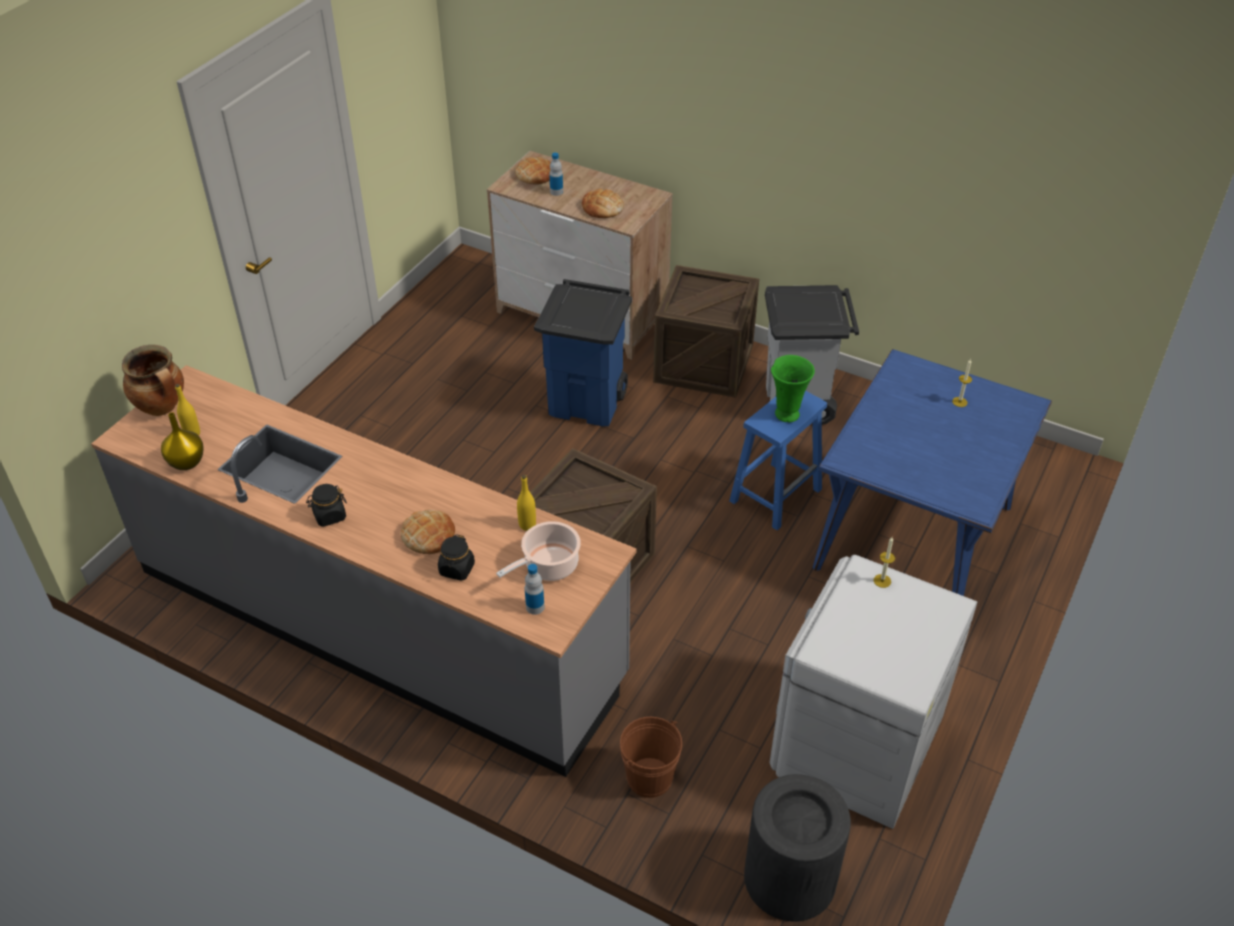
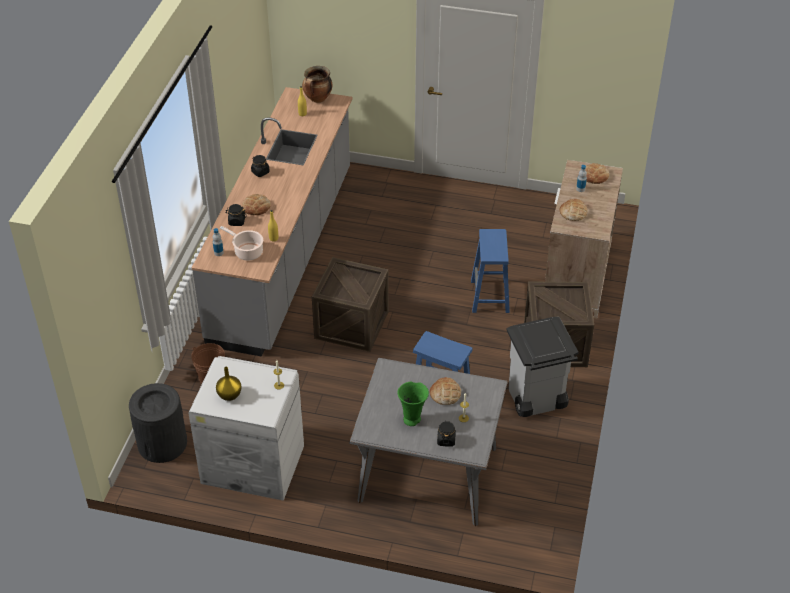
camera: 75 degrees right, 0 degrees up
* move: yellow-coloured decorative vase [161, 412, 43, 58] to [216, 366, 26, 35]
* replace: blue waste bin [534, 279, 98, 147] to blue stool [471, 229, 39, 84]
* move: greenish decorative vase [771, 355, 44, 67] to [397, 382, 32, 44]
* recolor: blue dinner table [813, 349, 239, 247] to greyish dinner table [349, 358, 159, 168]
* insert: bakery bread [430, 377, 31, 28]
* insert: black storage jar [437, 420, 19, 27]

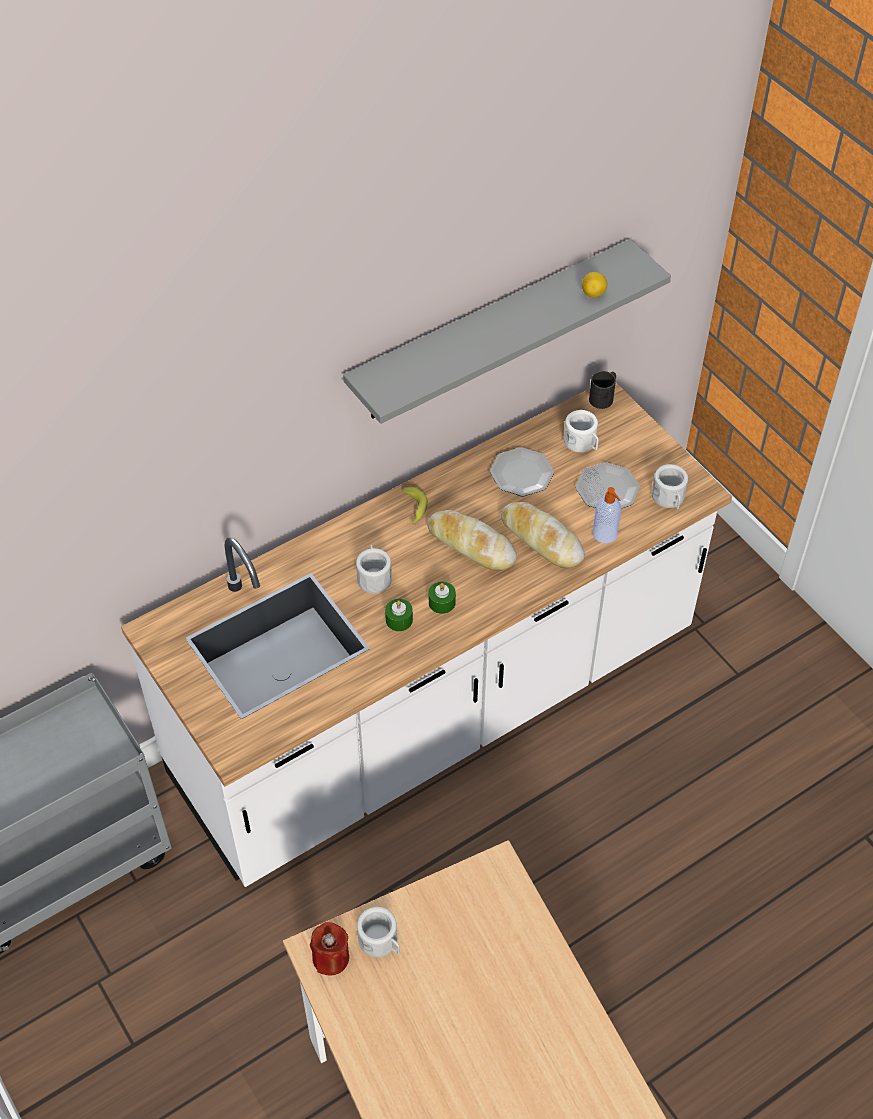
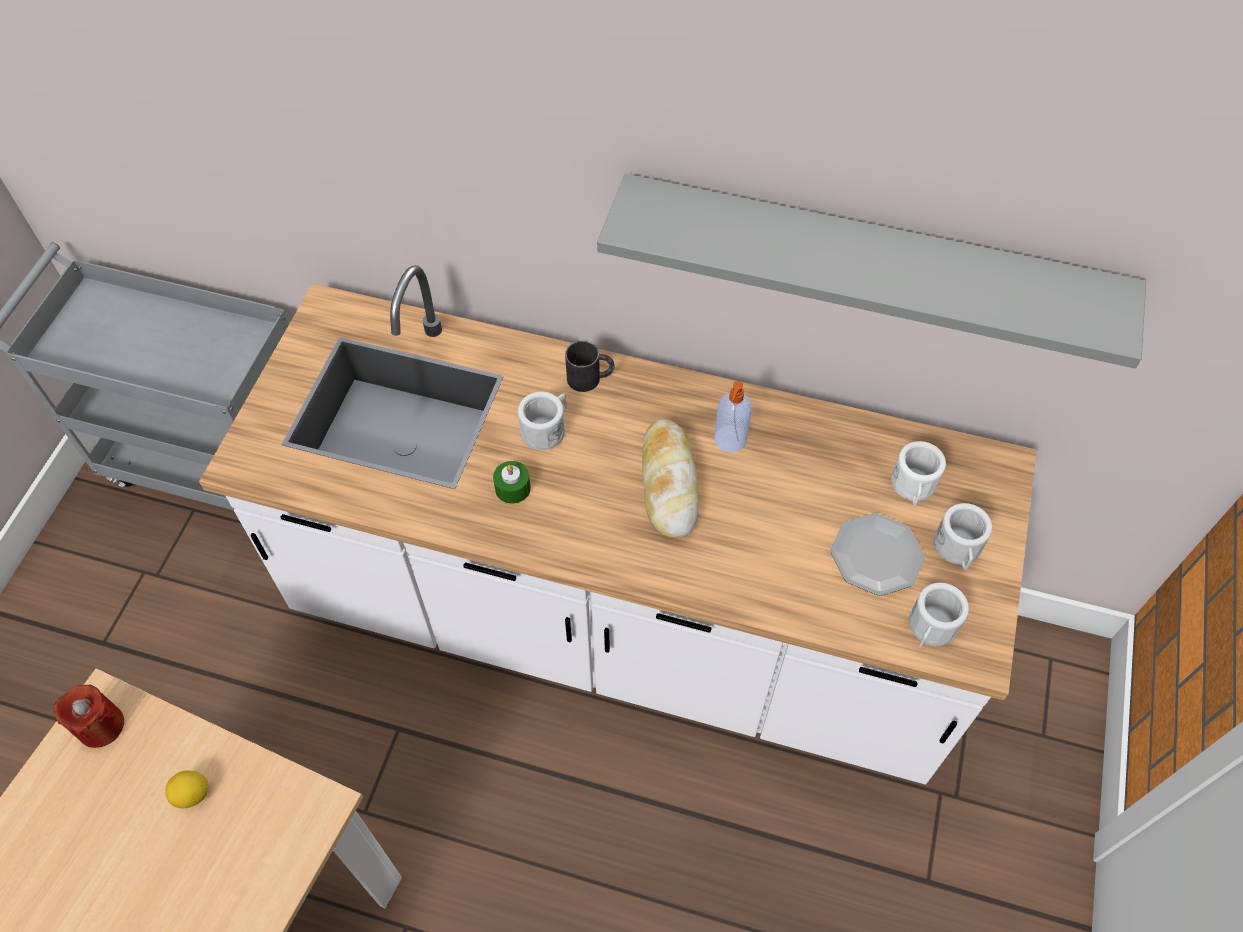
camera: 50 degrees right, 5 degrees up
* move: white tea mug [357, 907, 43, 50] to [934, 503, 58, 68]
* delete: banana [403, 487, 25, 38]
* delete: greenish candle [429, 582, 27, 32]
* delete: flat dish [490, 447, 64, 49]
* delete: bakery bread [501, 502, 84, 66]
* move: citrus fruit [582, 272, 25, 26] to [165, 770, 43, 38]
* move: black tea mug [589, 371, 27, 38] to [565, 341, 49, 51]
* move: soap bottle [593, 487, 28, 56] to [714, 381, 38, 72]

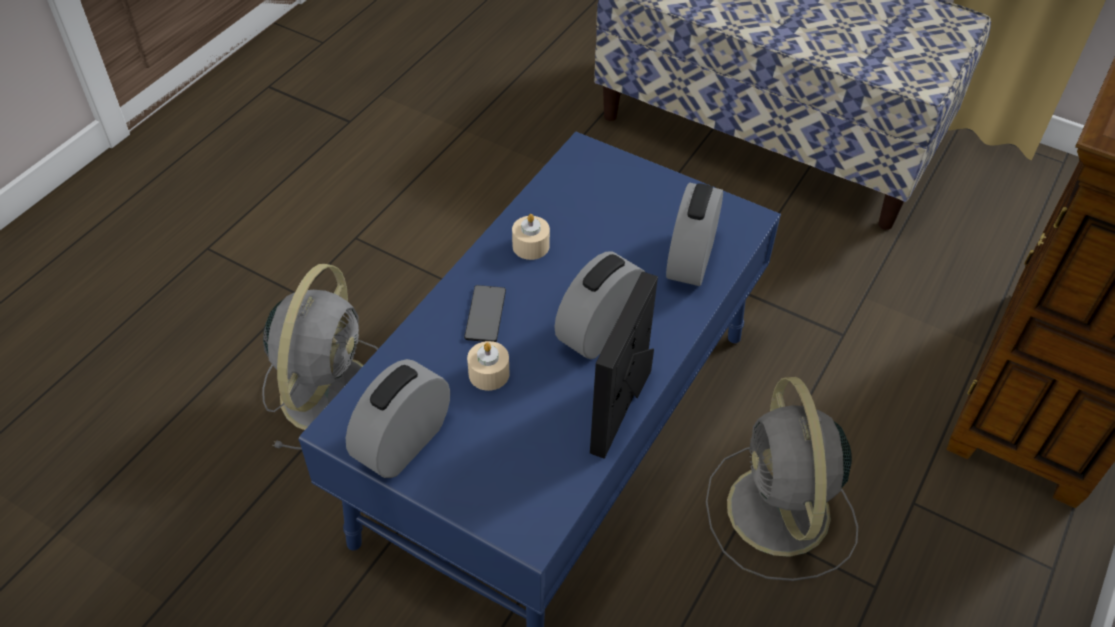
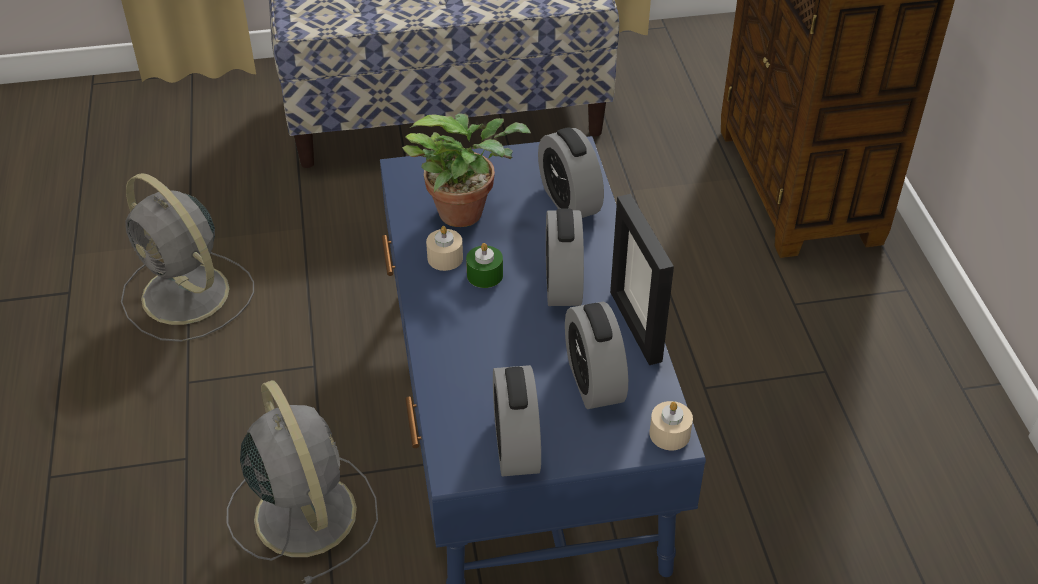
camera: 40 degrees left, 5 degrees down
* delete: telephone [464, 285, 42, 57]
* move: beige-coloured candle [467, 341, 43, 50] to [649, 401, 44, 49]
* move: greyish cooling fan [706, 377, 152, 204] to [121, 173, 133, 169]
* insert: plant in a pot [402, 113, 129, 114]
* insert: greenish candle [466, 243, 37, 45]
* insert: alarm clock [565, 302, 63, 107]

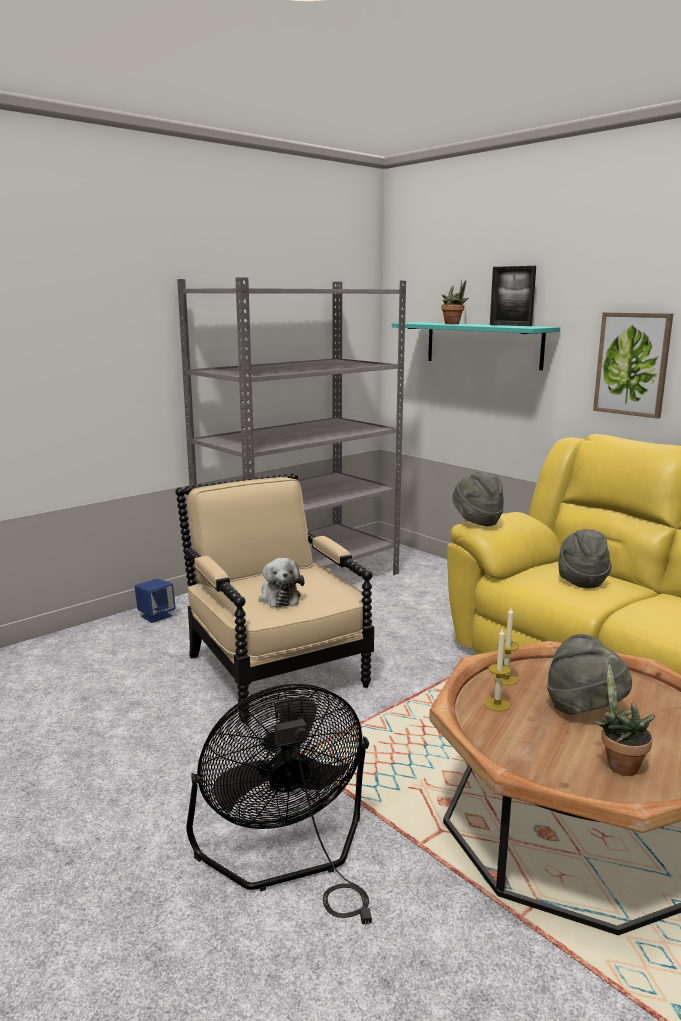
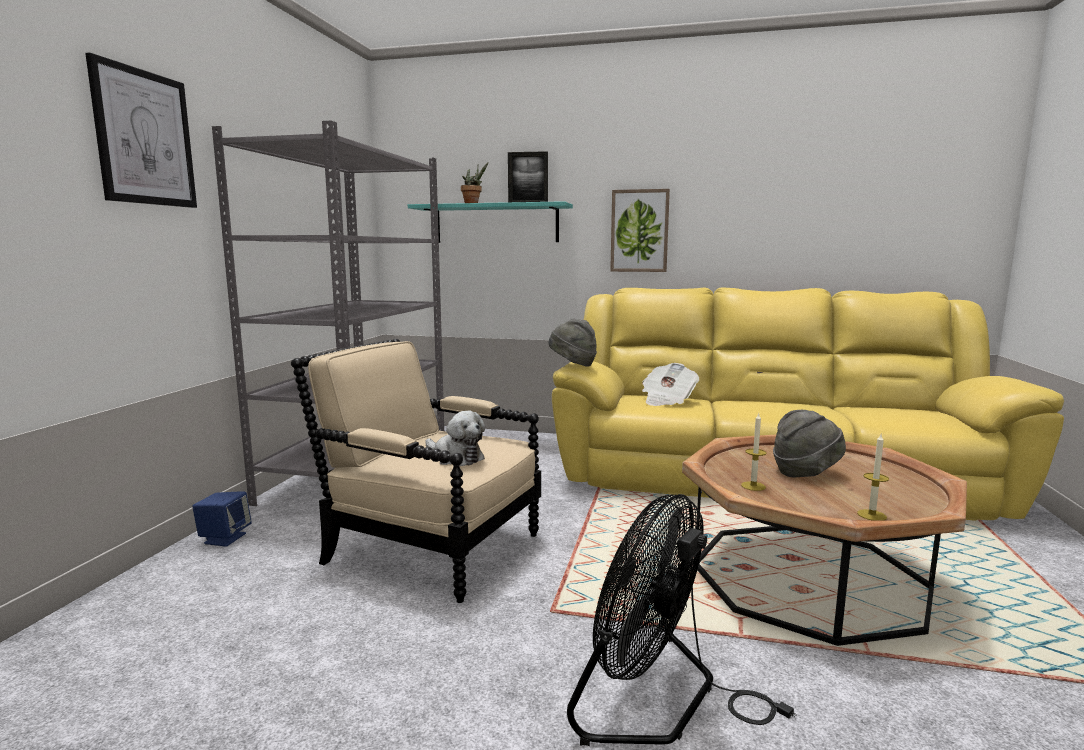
camera: 35 degrees left, 5 degrees down
* move: candle [494, 608, 25, 77] to [857, 434, 32, 87]
* replace: greyish clothing hat [558, 529, 54, 60] to daily paper [642, 363, 58, 43]
* delete: plant in a pot [594, 664, 61, 112]
* insert: picture [85, 52, 112, 156]

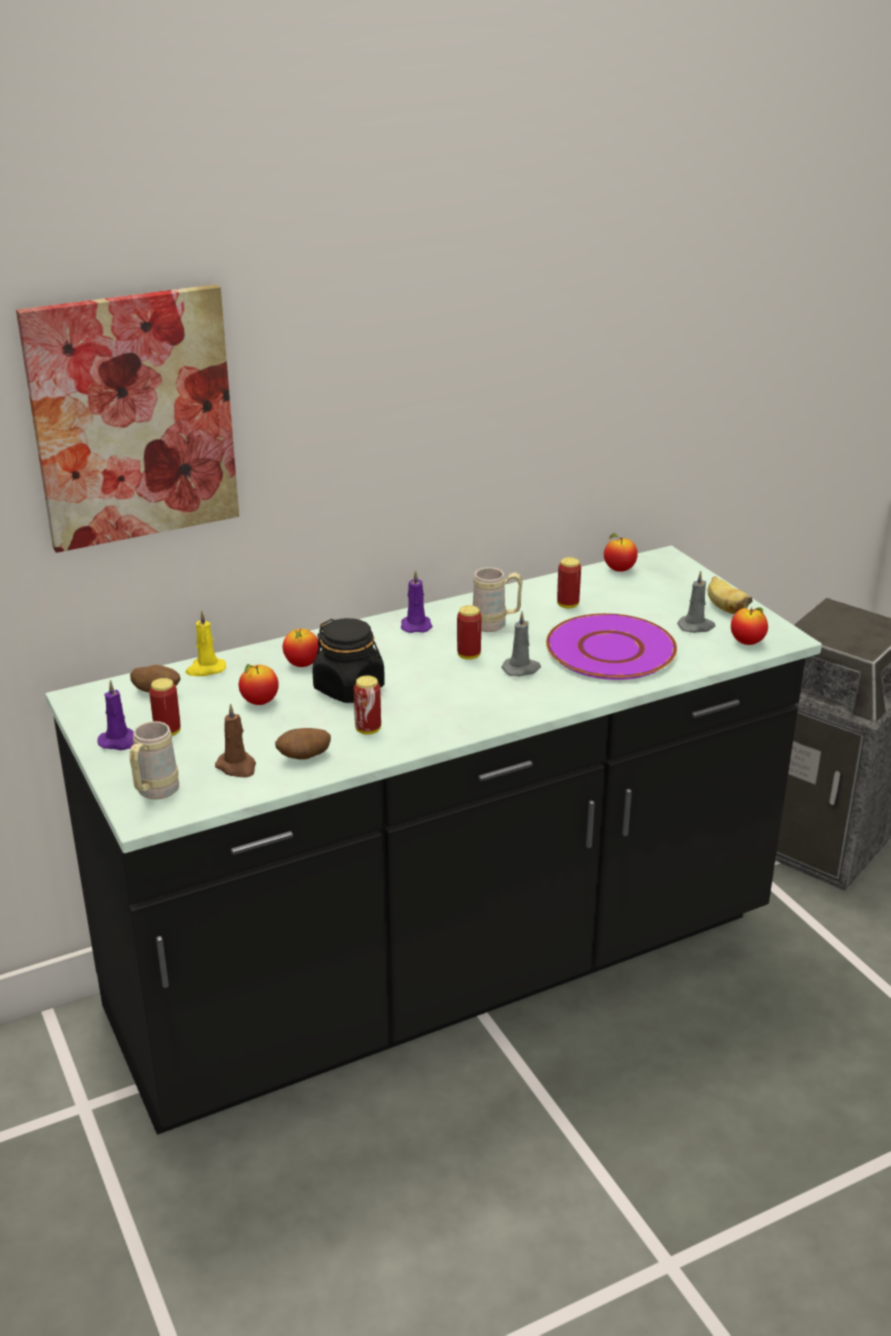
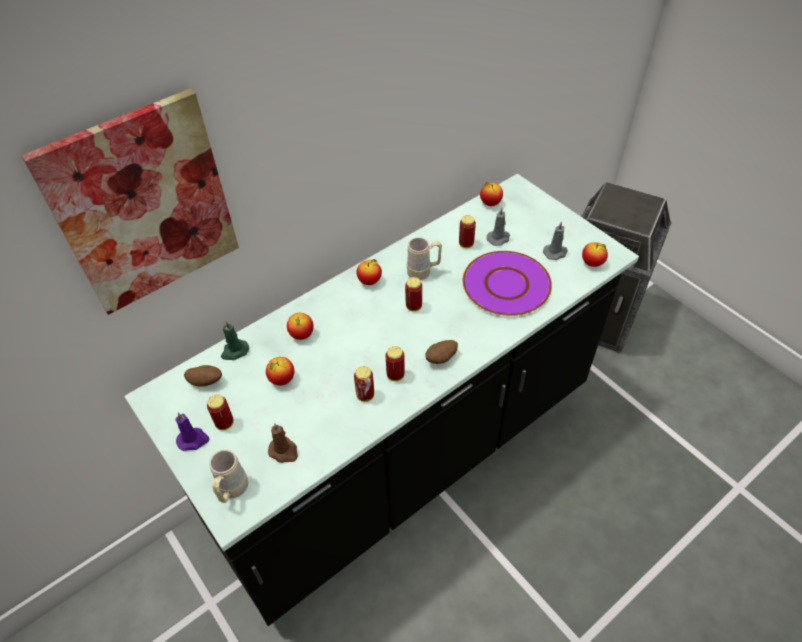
camera: 10 degrees left, 20 degrees up
* recolor: yellow-coloured candle [185, 610, 41, 66] to greenish candle [221, 321, 28, 39]
* move: spud [275, 728, 56, 32] to [425, 340, 33, 24]
* delete: black storage jar [312, 618, 73, 85]
* replace: purple-coloured candle [401, 570, 31, 63] to apple fruit [357, 259, 25, 26]
* move: greyish candle [501, 611, 40, 65] to [487, 208, 23, 38]
* delete: banana [708, 576, 45, 38]
* insert: can [385, 346, 20, 35]

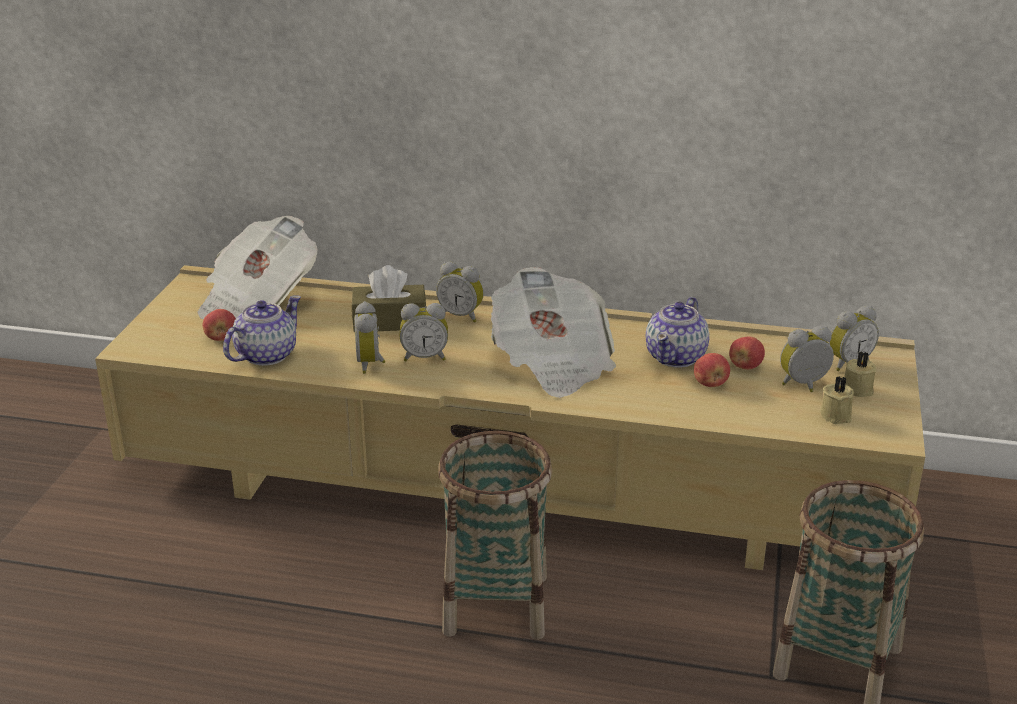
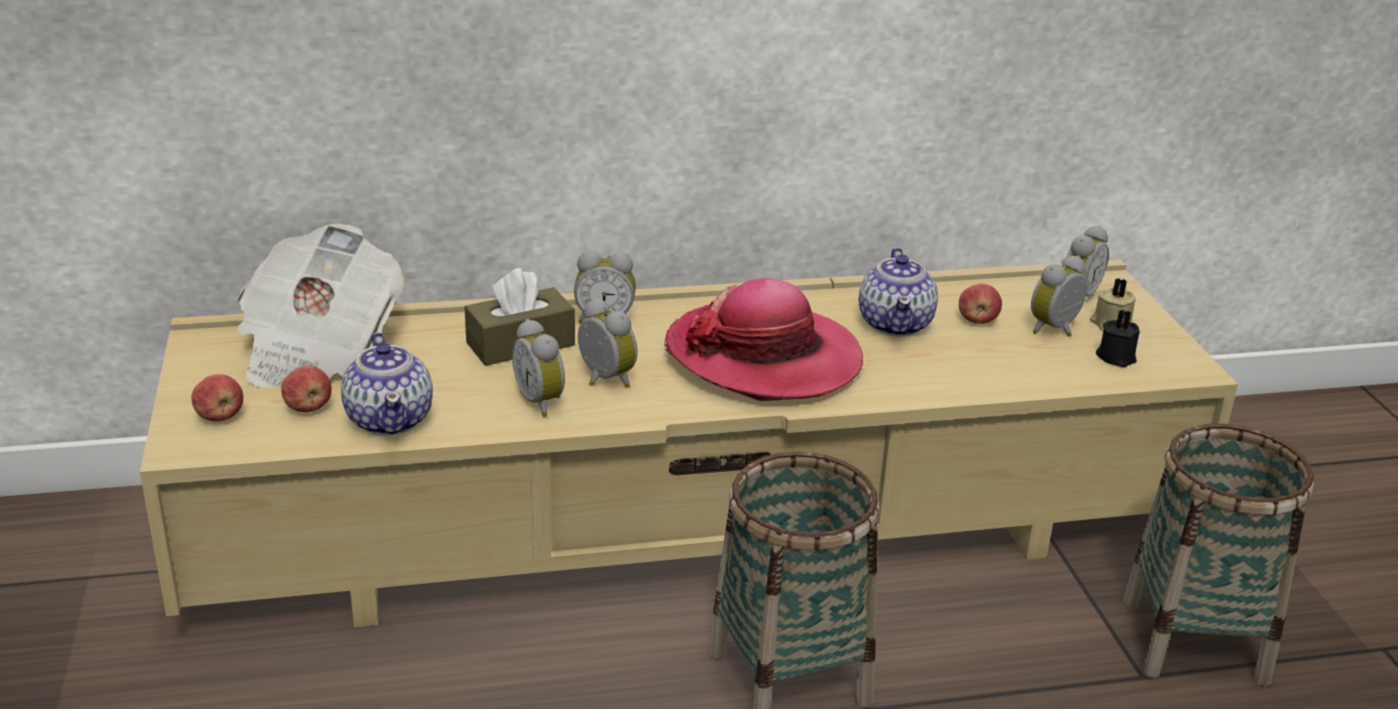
camera: 25 degrees left, 0 degrees up
* rotate: pot for tea [223, 295, 78, 71] = [341, 333, 92, 102] 150 degrees clockwise
* rotate: alarm clock [399, 303, 49, 59] = [578, 298, 60, 90] 105 degrees counterclockwise
* replace: daily paper [491, 267, 125, 131] to clothing hat [664, 278, 199, 123]
* move: apple fruit [694, 353, 36, 34] to [191, 374, 52, 48]
* recolor: beige-coloured candle [820, 376, 34, 48] to black candle [1096, 309, 44, 58]

